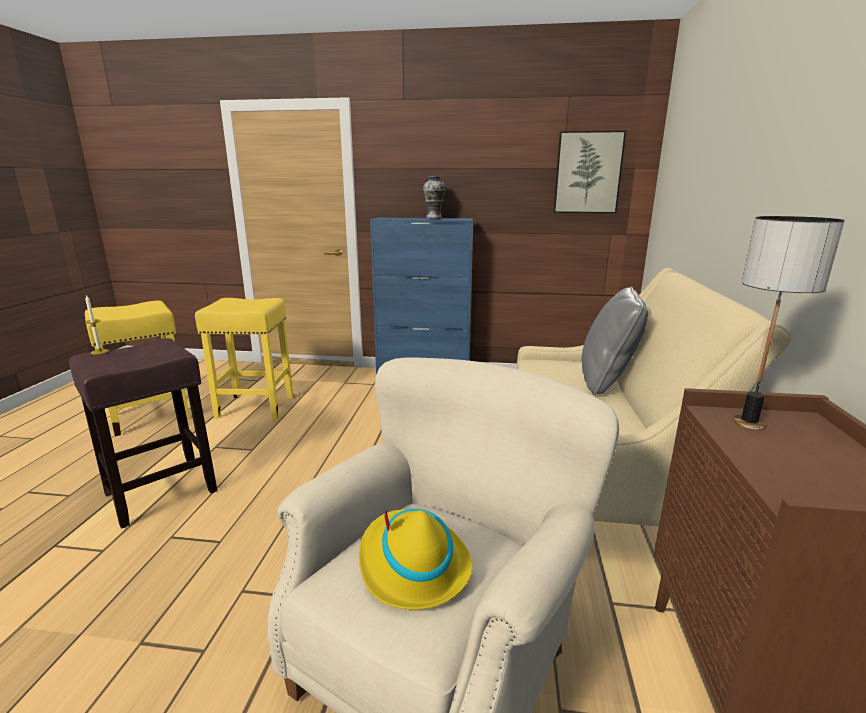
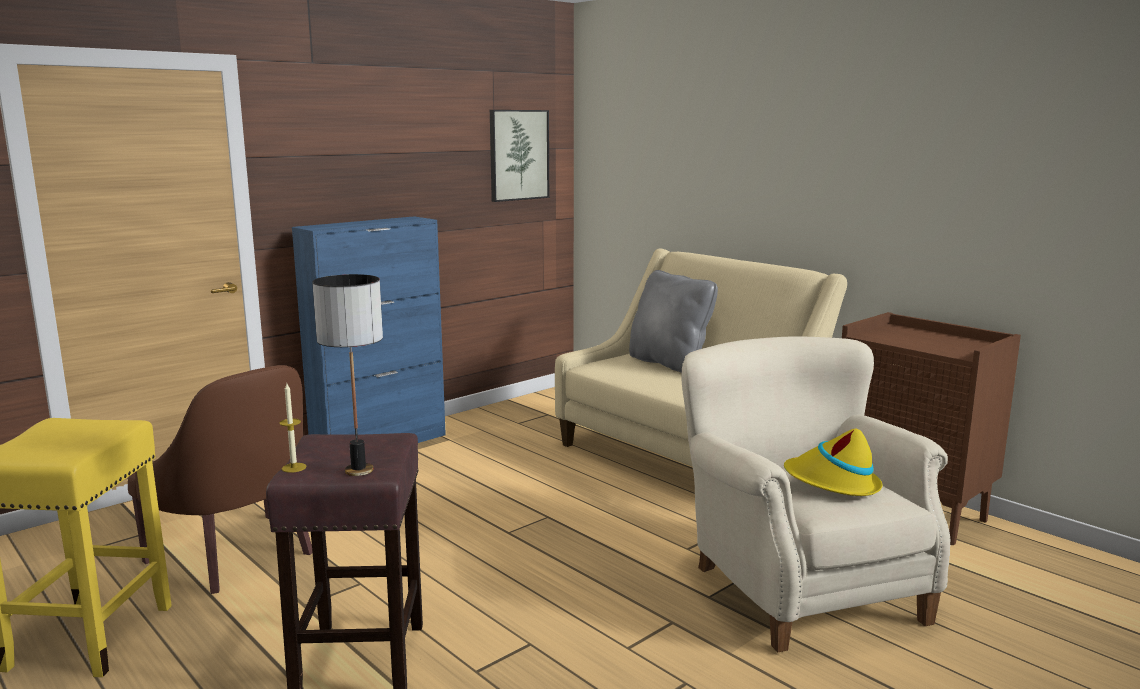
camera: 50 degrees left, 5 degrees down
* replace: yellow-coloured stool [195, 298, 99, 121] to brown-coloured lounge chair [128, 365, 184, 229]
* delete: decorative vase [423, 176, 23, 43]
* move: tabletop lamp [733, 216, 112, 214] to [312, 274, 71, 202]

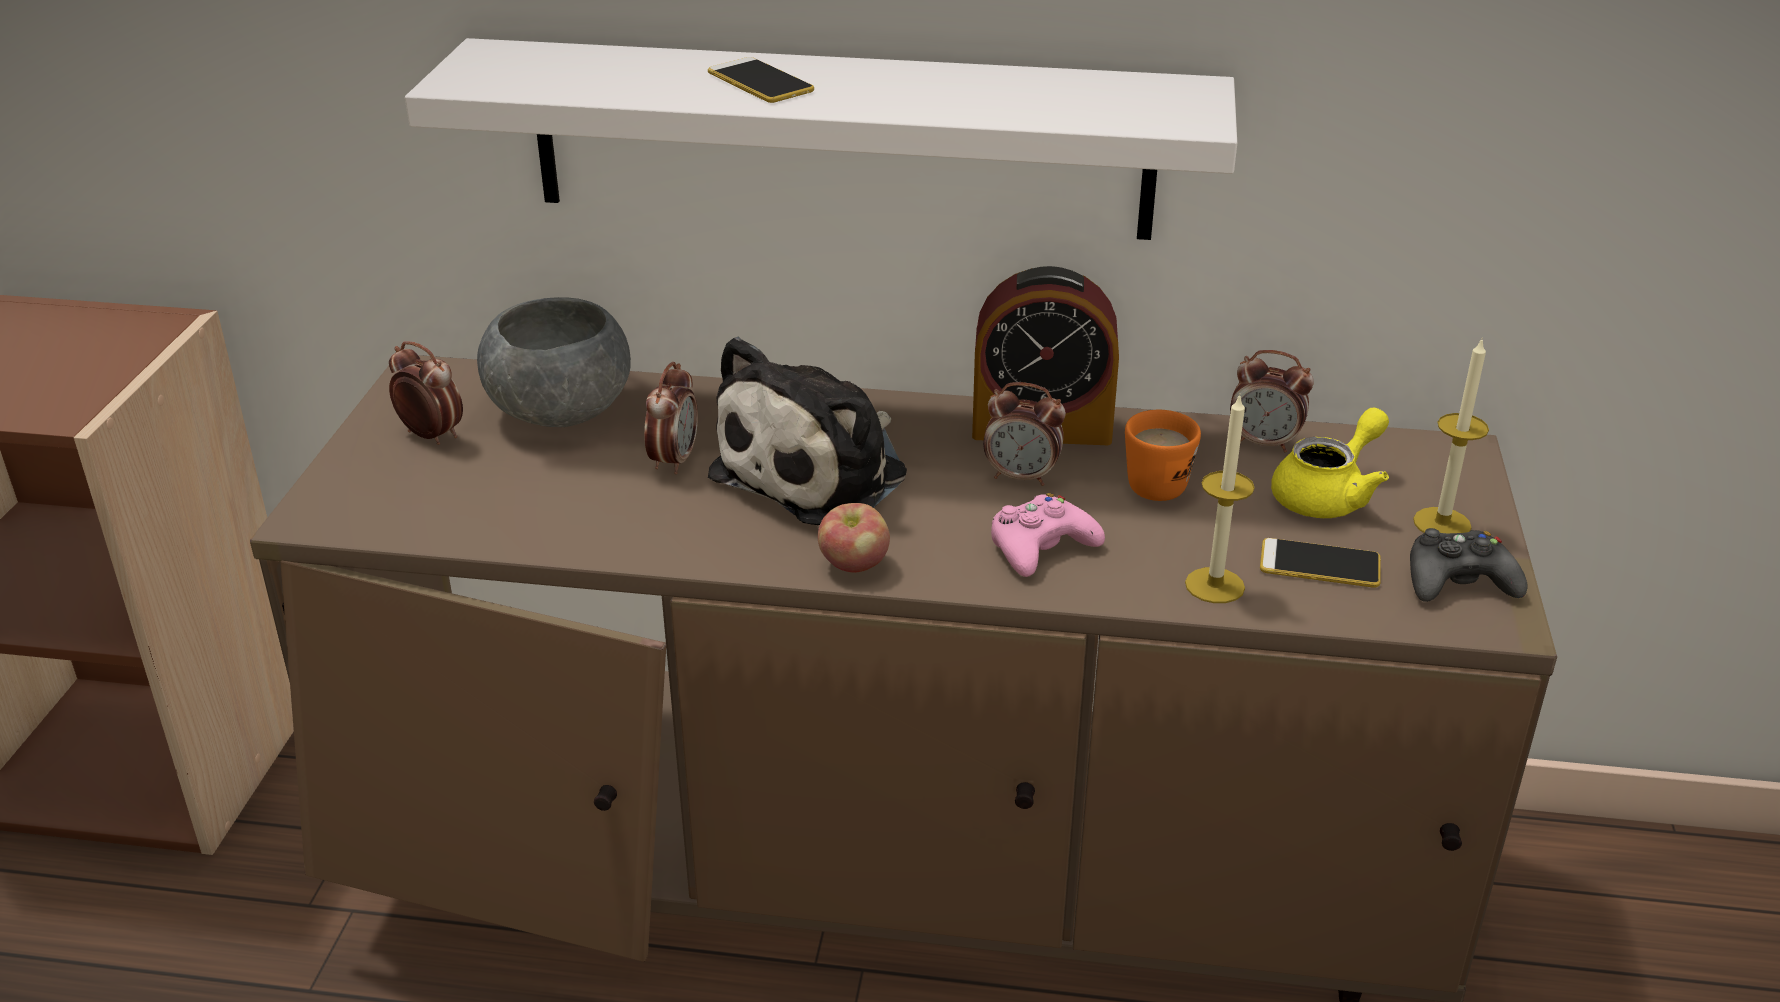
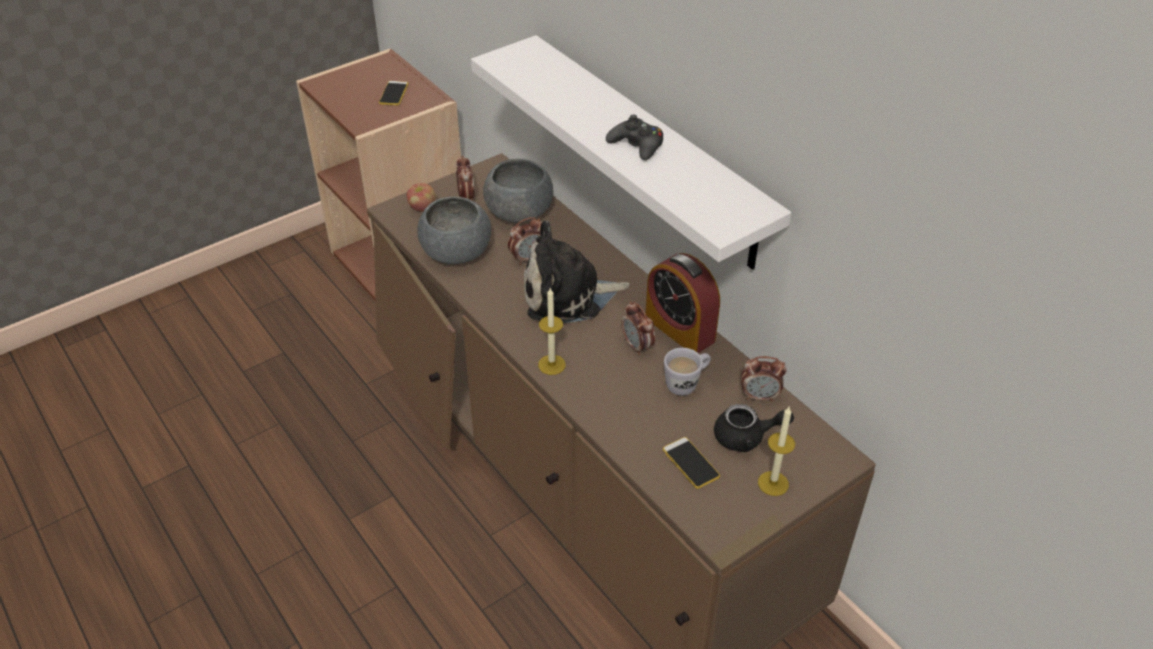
camera: 45 degrees right, 10 degrees up
* move: telephone [708, 57, 106, 46] to [379, 81, 30, 24]
* move: apple fruit [818, 503, 72, 70] to [406, 183, 30, 29]
* delete: pinkish joypad [991, 493, 114, 84]
* recolor: orange tea mug [1125, 410, 76, 91] to white tea mug [664, 348, 47, 48]
* move: candle [1185, 394, 70, 209] to [538, 288, 28, 87]
* rotate: alarm clock [1230, 350, 84, 102] = [741, 356, 46, 46] 60 degrees counterclockwise
* recolor: yellow-coloured pot for tea [1271, 407, 118, 111] to black pot for tea [714, 404, 80, 48]
* move: black joypad [1410, 528, 117, 74] to [606, 115, 57, 46]
* insert: greyish serving bowl [417, 197, 74, 67]

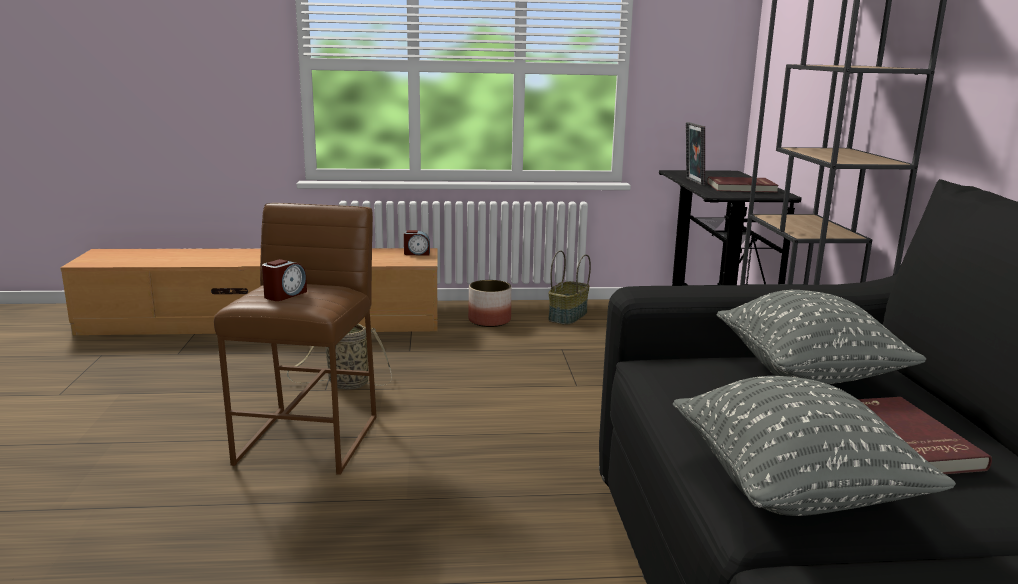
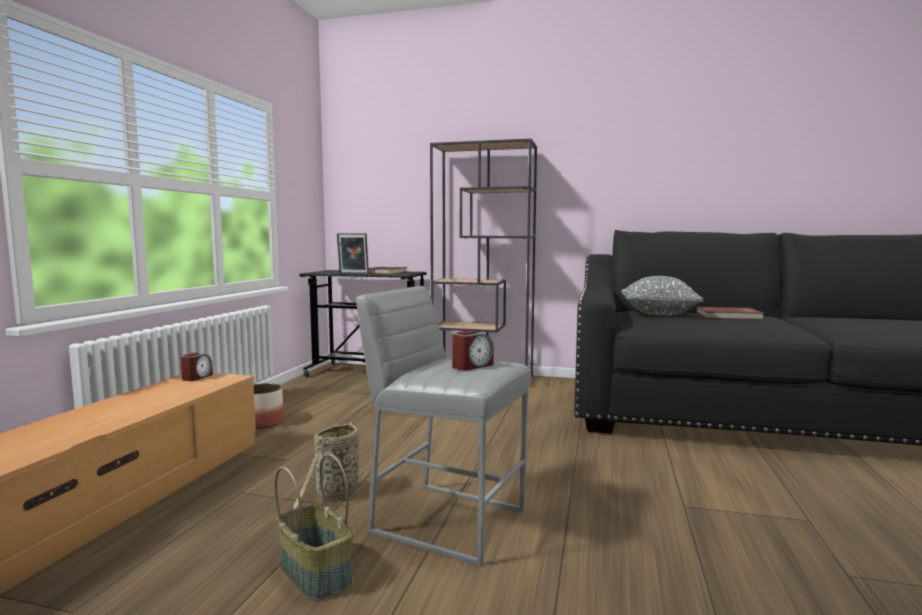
camera: 70 degrees left, 10 degrees down
* recolor: brown-coloured stool [214, 203, 163, 272] to greyish stool [356, 286, 175, 280]
* rotate: alarm clock [262, 259, 45, 42] = [452, 330, 42, 40] 90 degrees clockwise
* move: basket [548, 250, 43, 75] to [275, 454, 78, 147]
* delete: greyish pillow [673, 376, 283, 140]

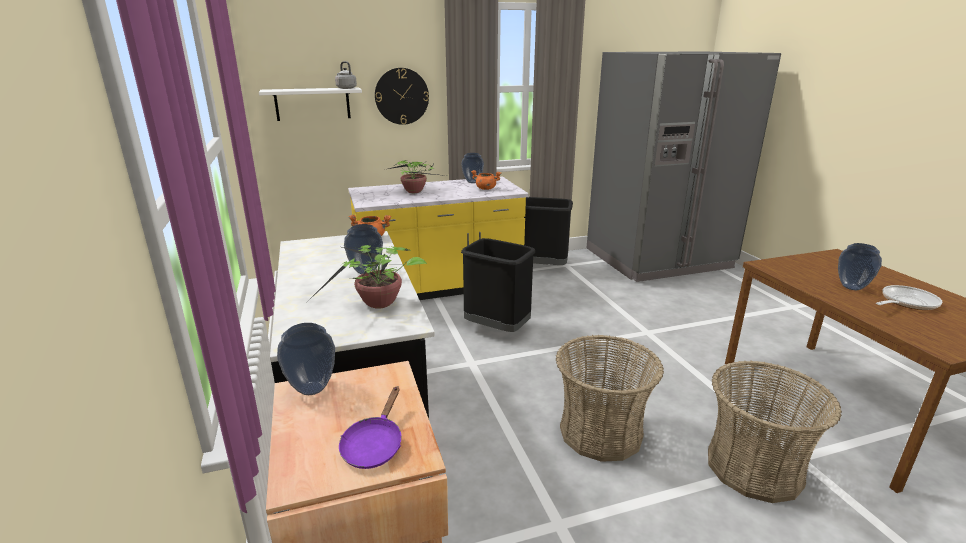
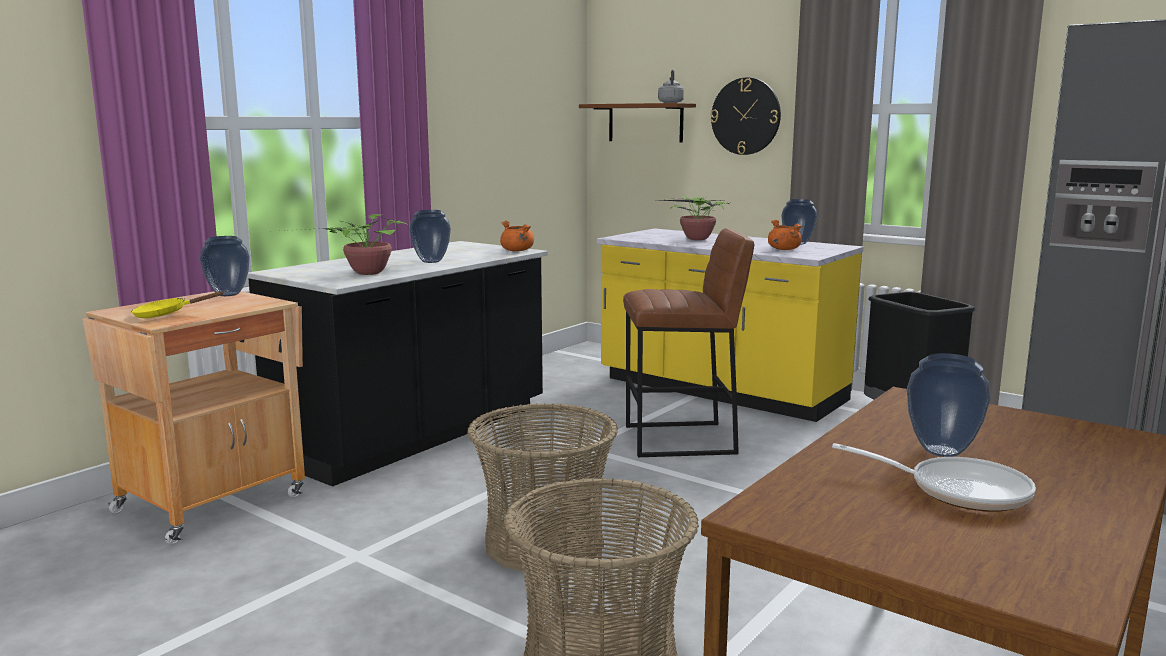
camera: 55 degrees right, 10 degrees down
* recolor: white wall shelf [259, 87, 103, 34] to brown-coloured wall shelf [579, 103, 117, 39]
* recolor: purple-coloured pan [339, 386, 63, 83] to yellow-coloured pan [131, 291, 93, 27]
* replace: black waste bin [461, 238, 74, 94] to brown-coloured stool [623, 228, 131, 229]

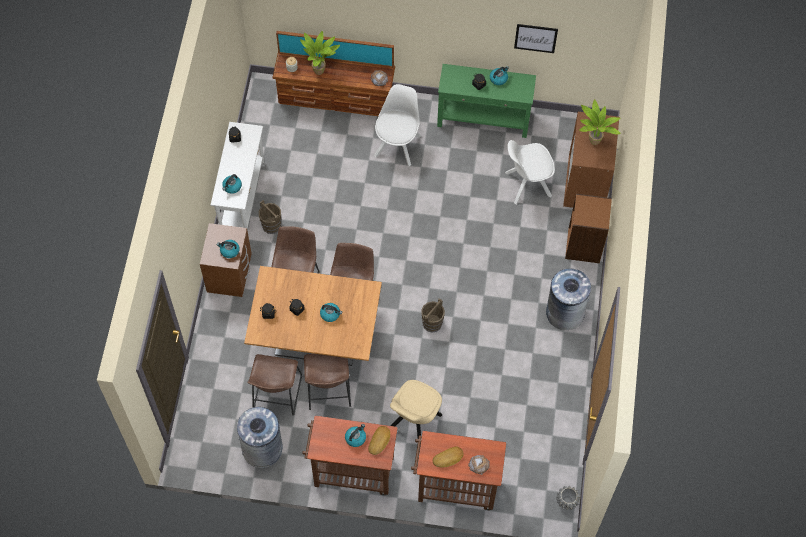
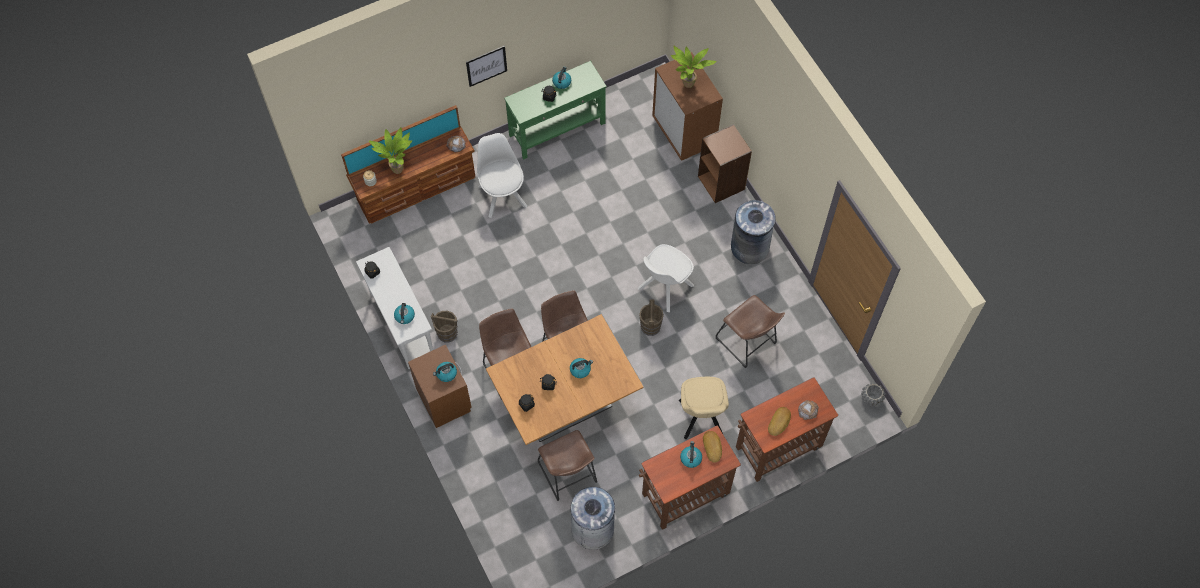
camera: 35 degrees left, 0 degrees up
* move: brown-coloured stool [304, 354, 47, 56] to [716, 295, 69, 73]
* move: white chair [505, 140, 50, 64] to [638, 244, 56, 68]
* move: picture [514, 24, 44, 29] to [466, 46, 41, 41]

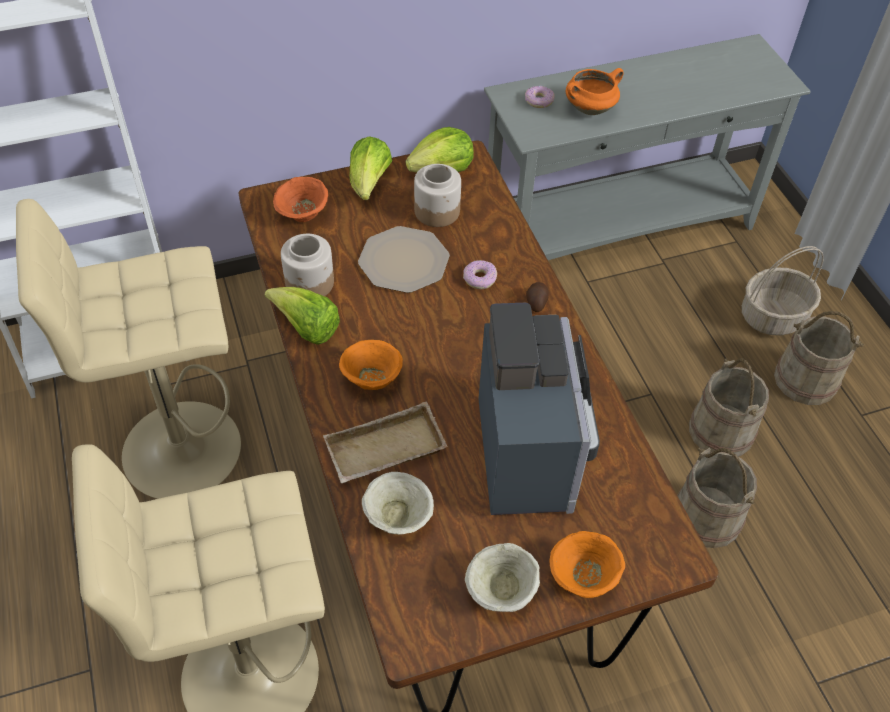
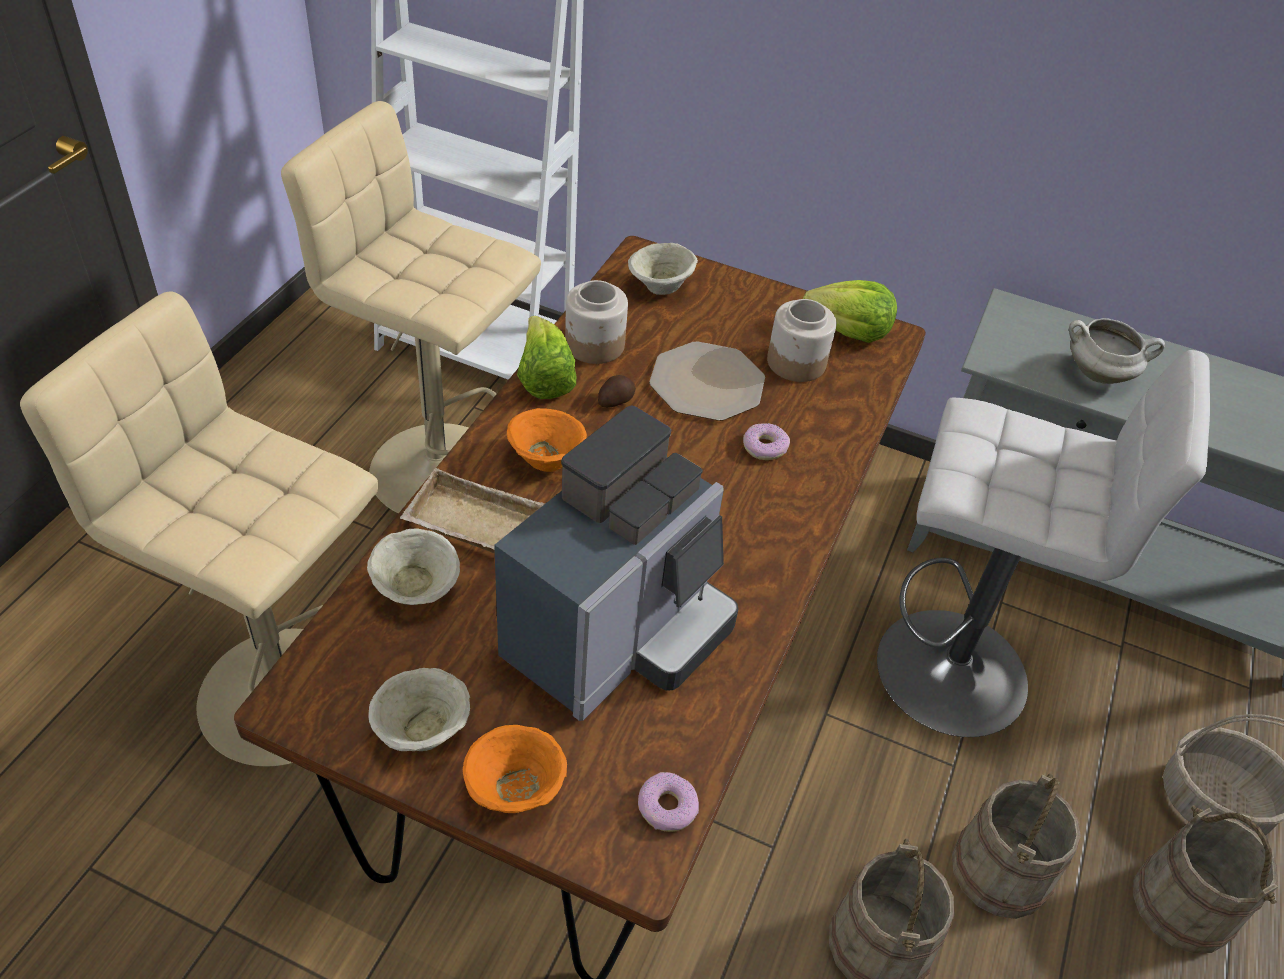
camera: 40 degrees right, 5 degrees down
* recolor: orange serving bowl [273, 177, 55, 45] to beige-coloured serving bowl [628, 243, 70, 52]
* delete: head of lettuce [349, 136, 43, 64]
* move: ring doughnut [525, 86, 30, 22] to [638, 772, 61, 60]
* move: spud [526, 282, 23, 30] to [598, 375, 38, 33]
* recolor: orange cooking pot [566, 68, 58, 47] to white cooking pot [1069, 318, 96, 66]
* insert: white stool [877, 350, 333, 387]

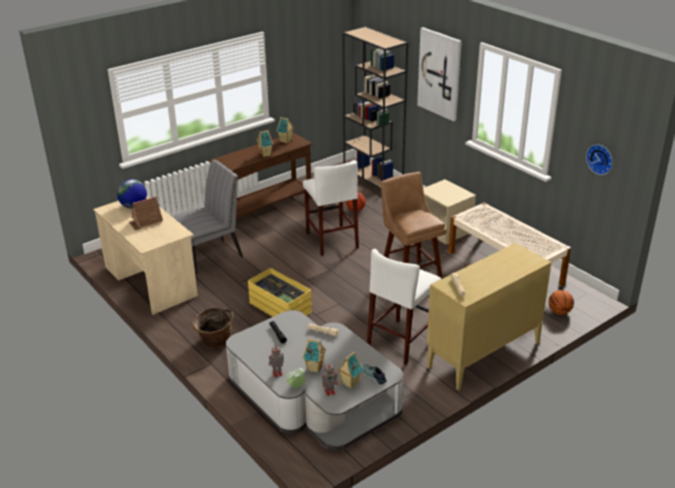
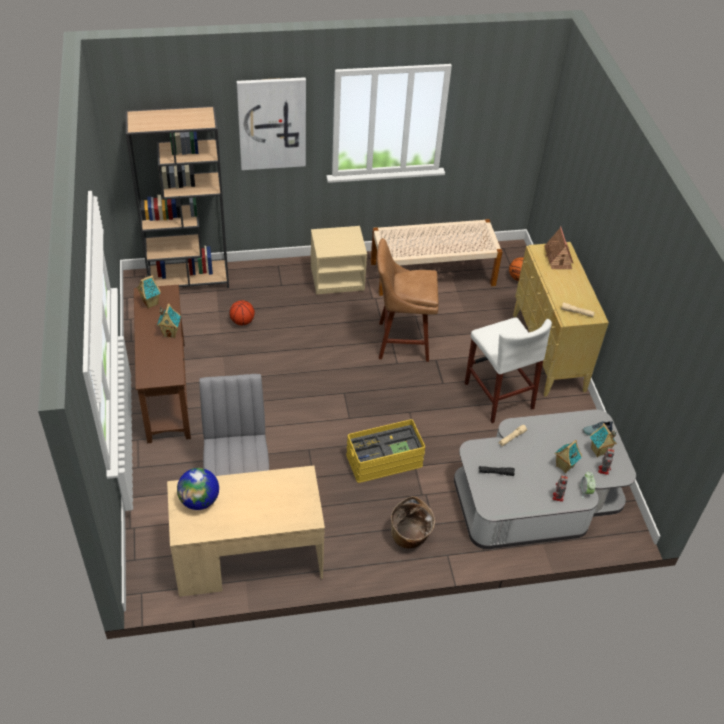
camera: 65 degrees left, 15 degrees up
* move: model house [129, 196, 34, 34] to [544, 227, 29, 42]
* delete: white stool [303, 160, 56, 96]
* delete: clock on the wall [586, 144, 27, 31]

